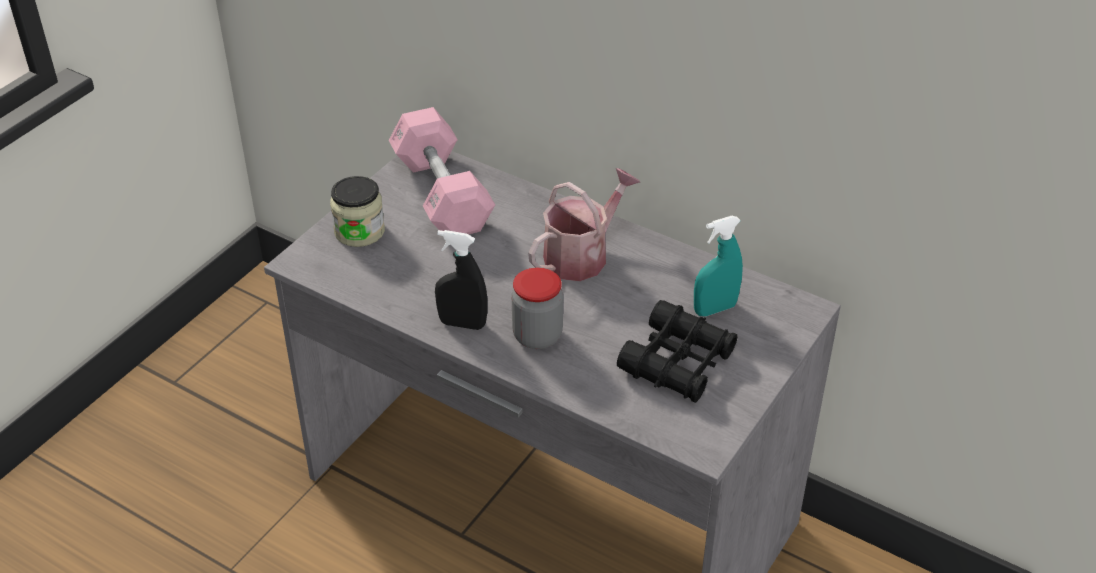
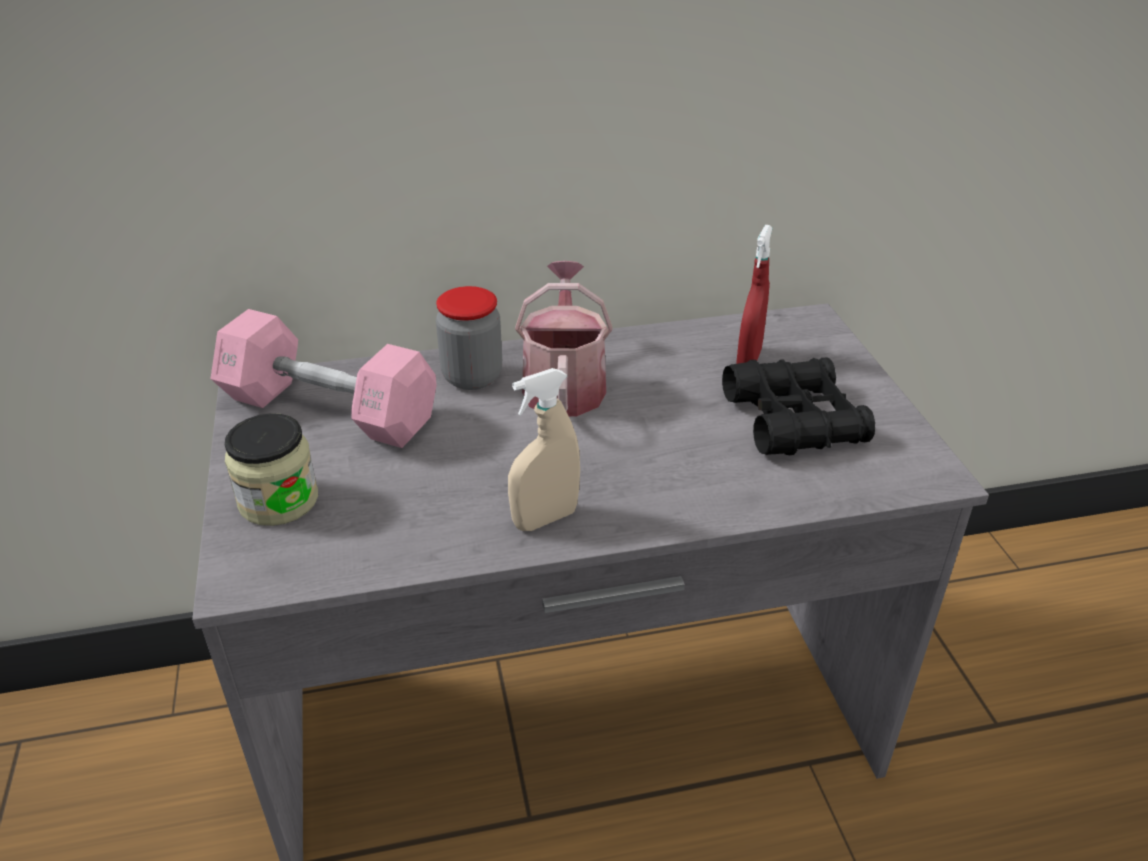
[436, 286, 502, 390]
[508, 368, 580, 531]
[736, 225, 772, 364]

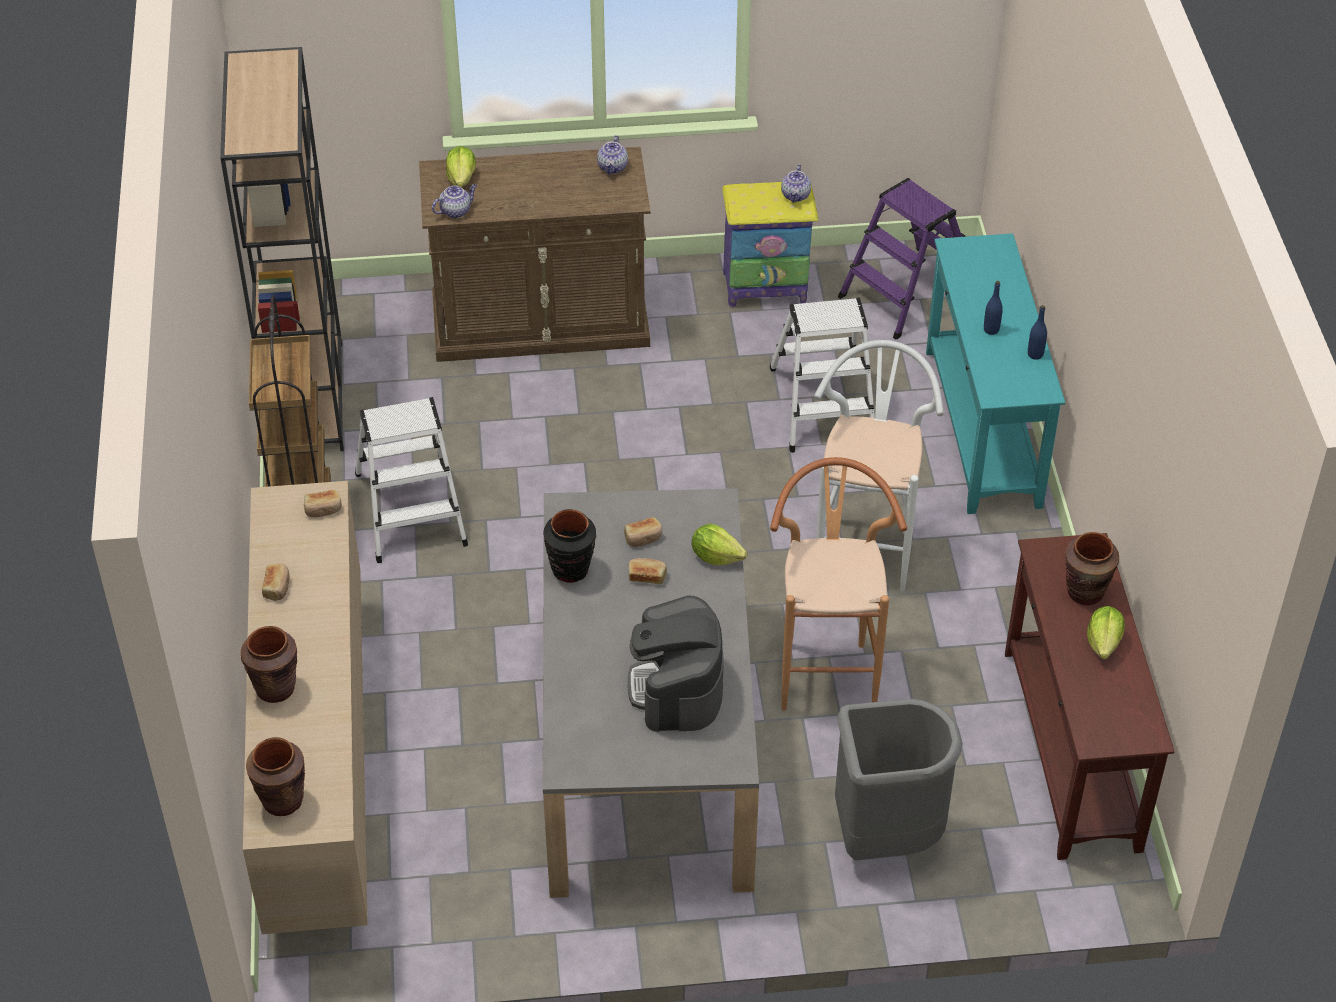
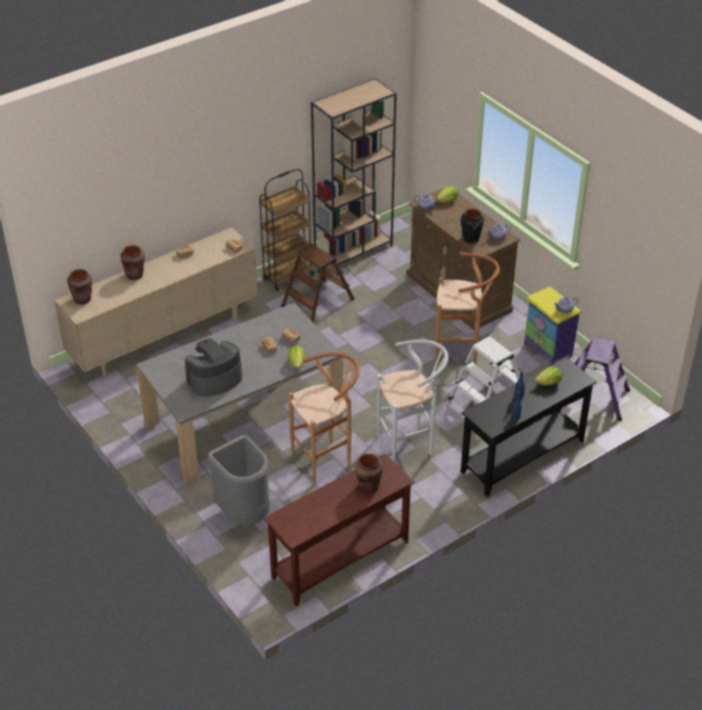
[435, 252, 500, 364]
[461, 209, 484, 243]
[535, 367, 562, 385]
[281, 243, 355, 323]
[461, 358, 597, 497]

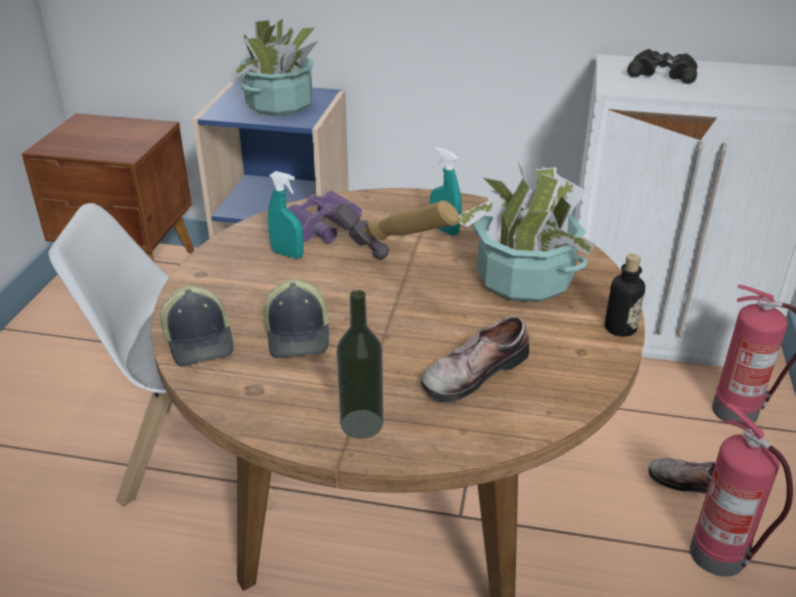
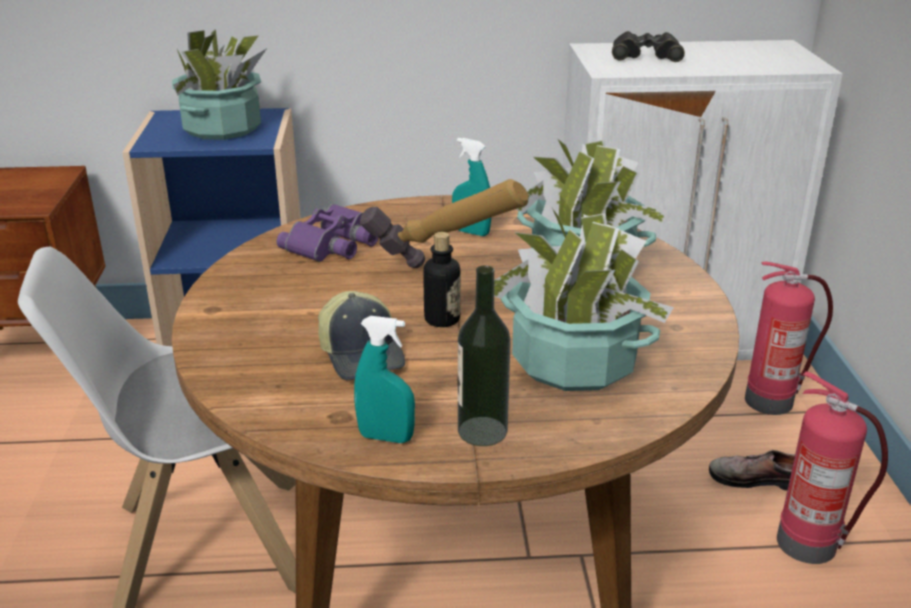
[161, 286, 233, 366] (first image)
[354, 316, 415, 443]
[423, 232, 461, 327]
[494, 208, 674, 391]

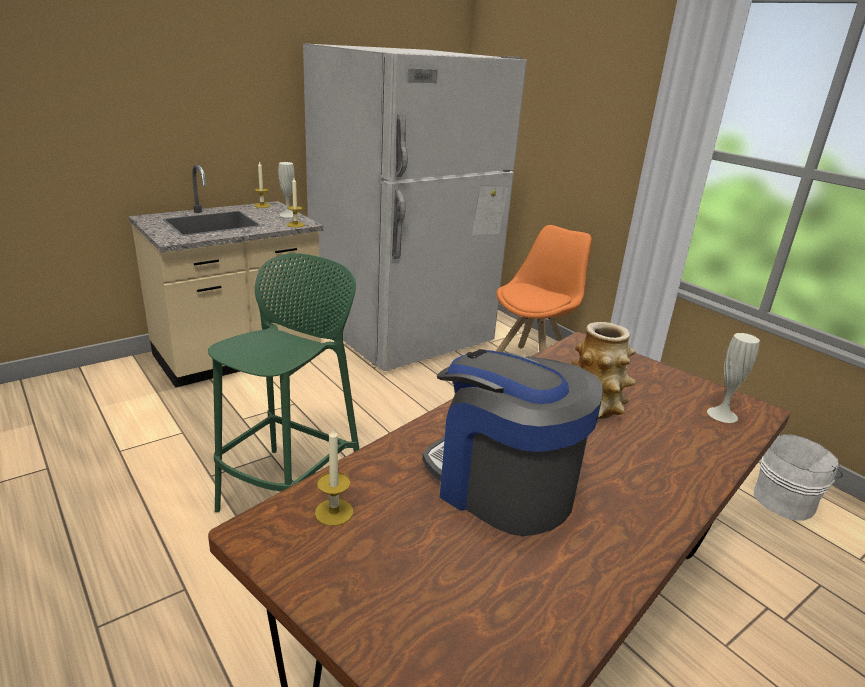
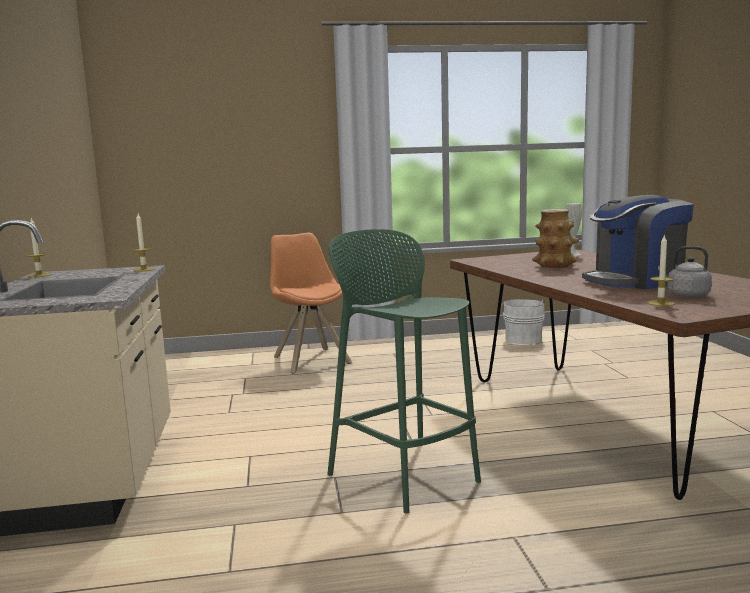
[278, 162, 294, 217] (first image)
[303, 43, 527, 371] (first image)
[658, 246, 712, 297]

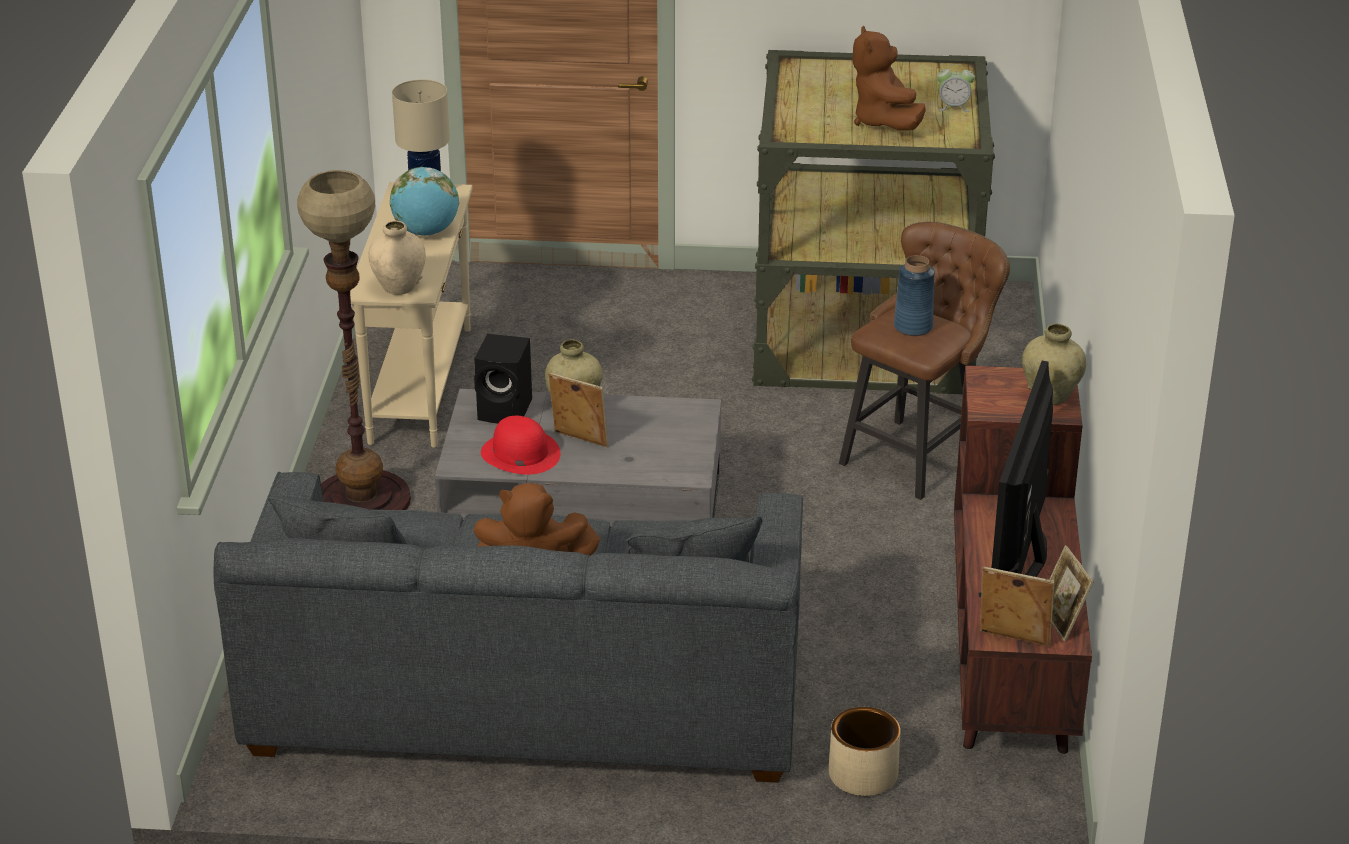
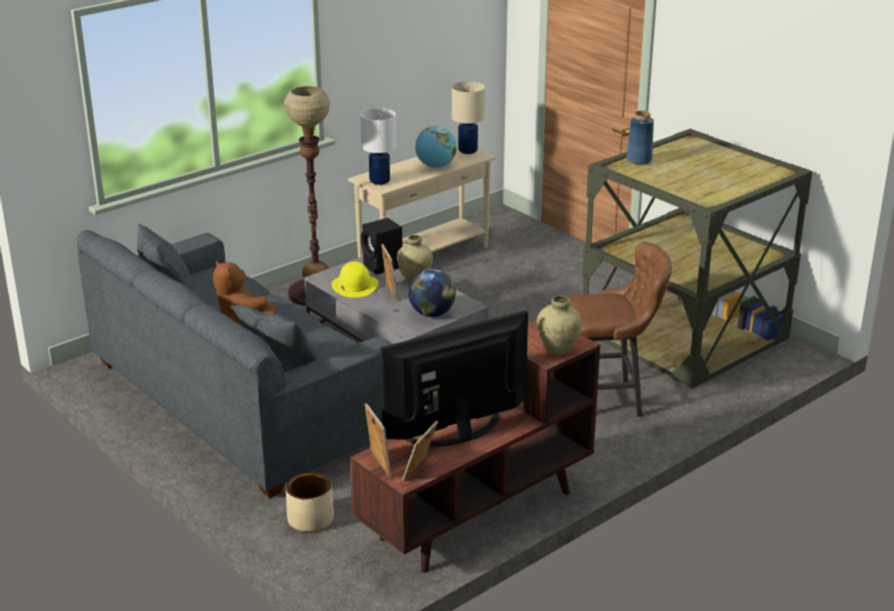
[852, 26, 926, 130] (first image)
[937, 64, 975, 112] (first image)
[408, 269, 456, 317]
[627, 111, 654, 165]
[360, 108, 396, 185]
[331, 261, 378, 298]

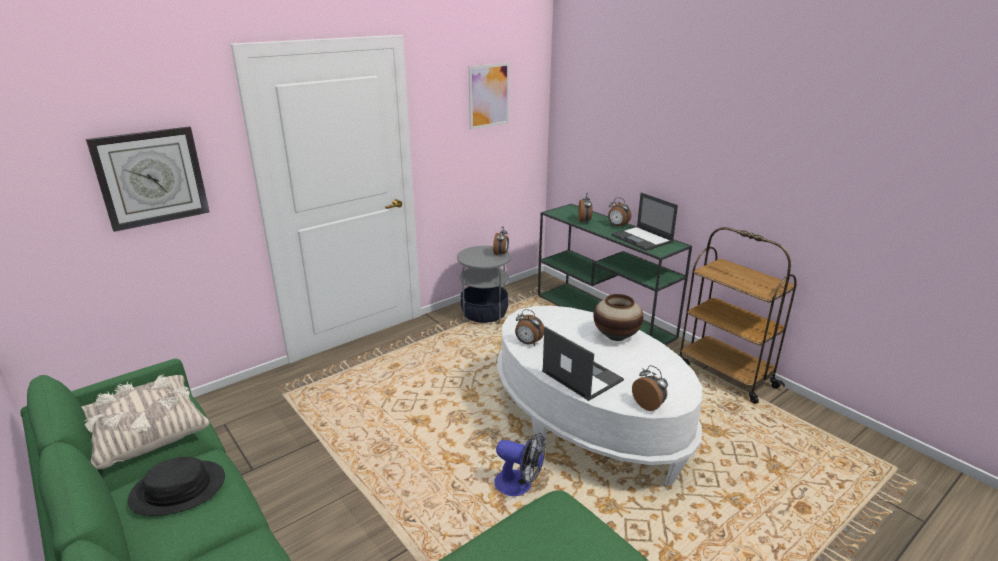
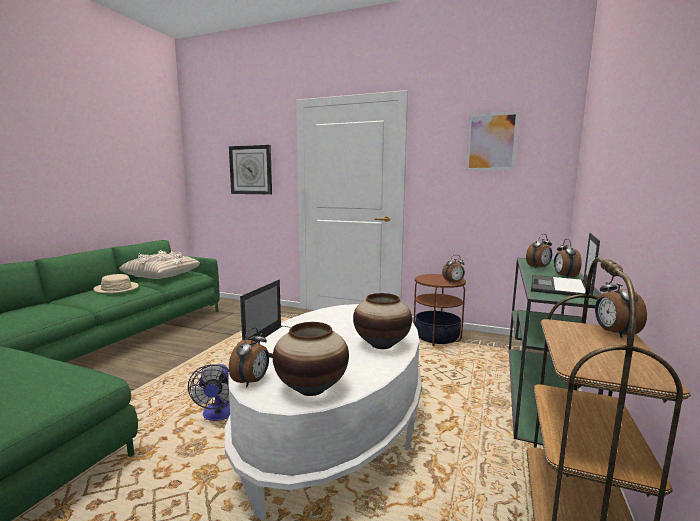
[273, 322, 349, 396]
[595, 276, 647, 338]
[93, 274, 139, 294]
[414, 274, 466, 346]

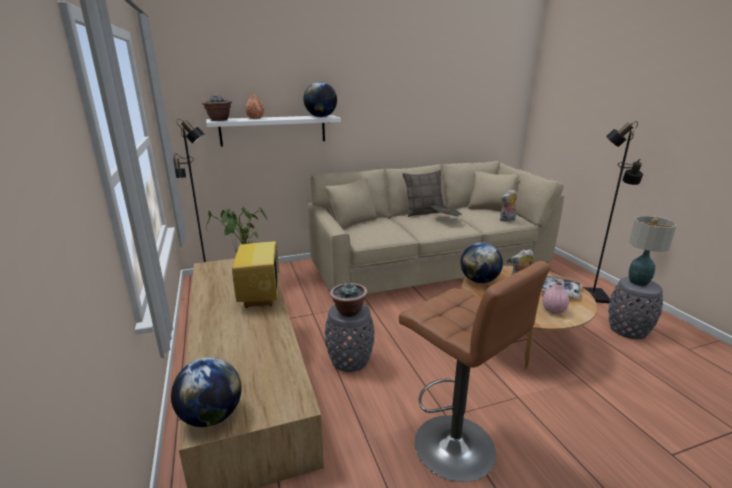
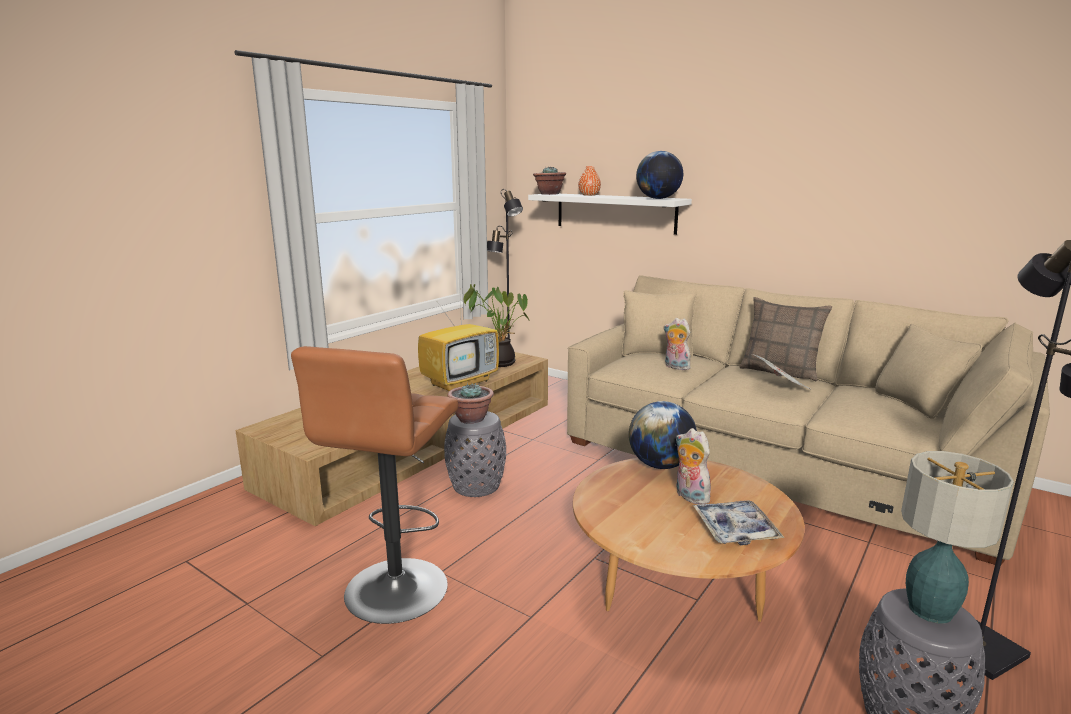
[171, 357, 241, 427] (first image)
[542, 282, 569, 314] (first image)
[664, 318, 691, 370]

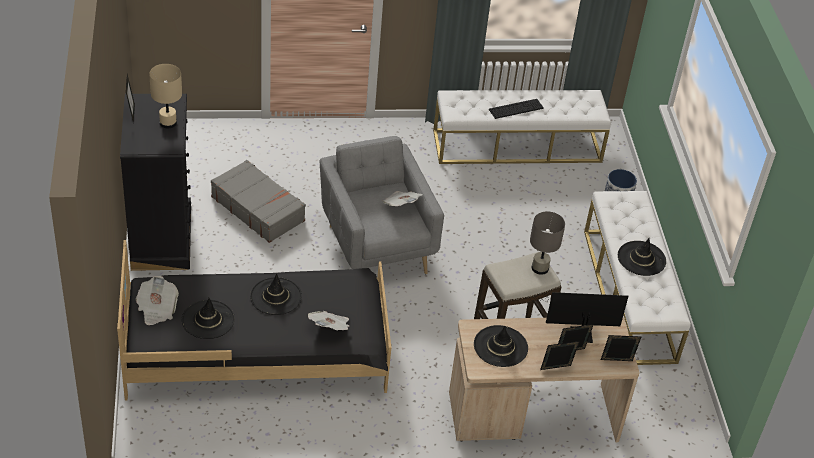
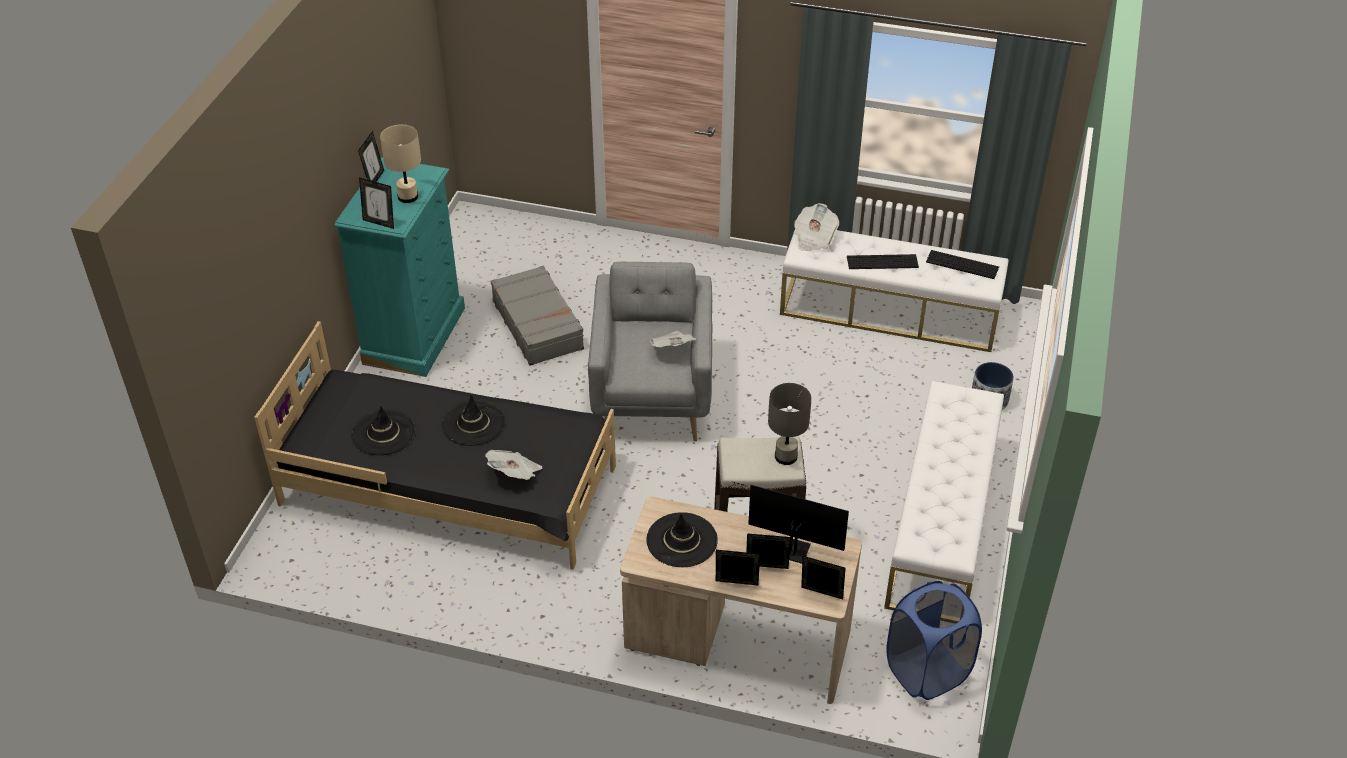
[618, 238, 666, 276] (first image)
[359, 177, 394, 229]
[886, 581, 982, 700]
[926, 250, 999, 279]
[794, 203, 839, 251]
[334, 157, 465, 377]

